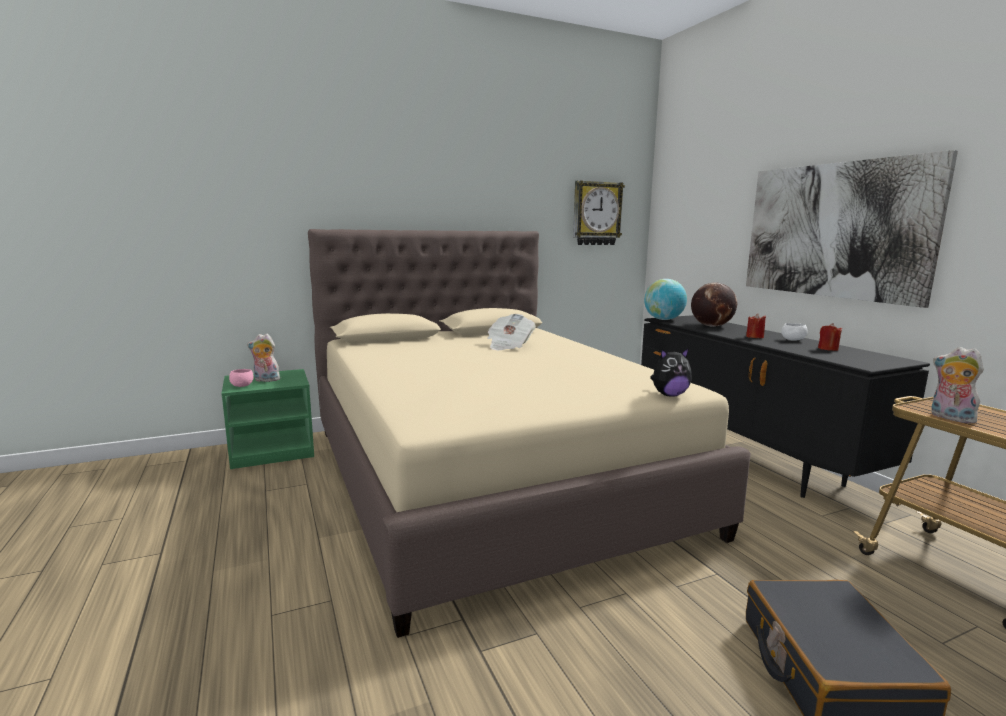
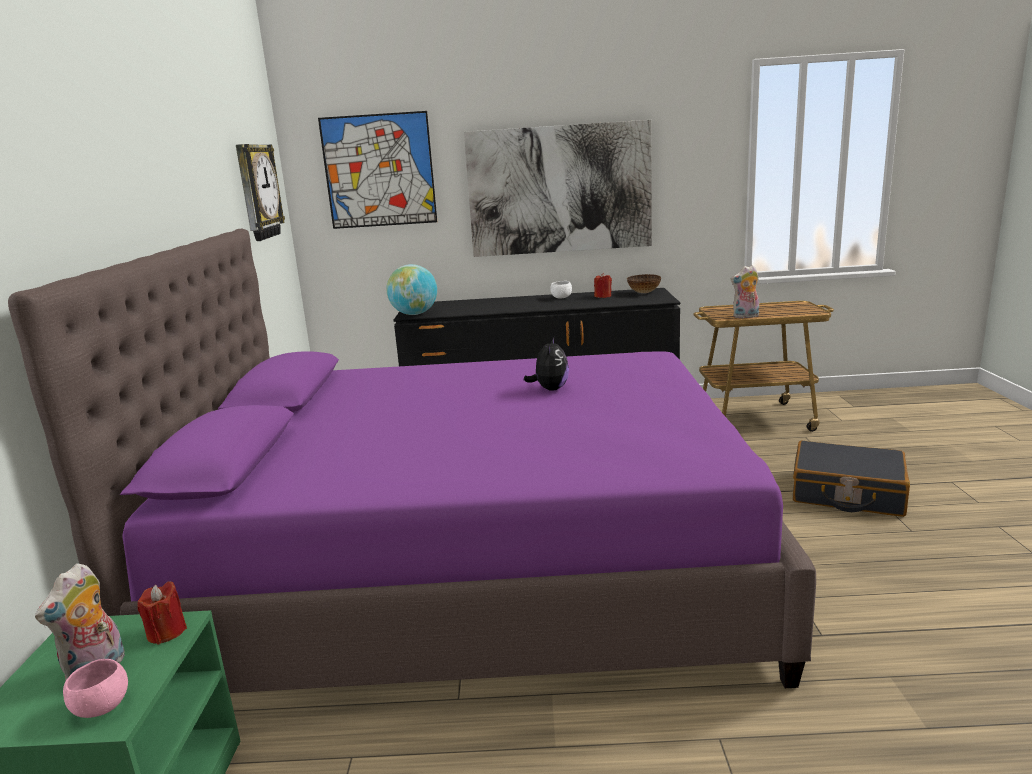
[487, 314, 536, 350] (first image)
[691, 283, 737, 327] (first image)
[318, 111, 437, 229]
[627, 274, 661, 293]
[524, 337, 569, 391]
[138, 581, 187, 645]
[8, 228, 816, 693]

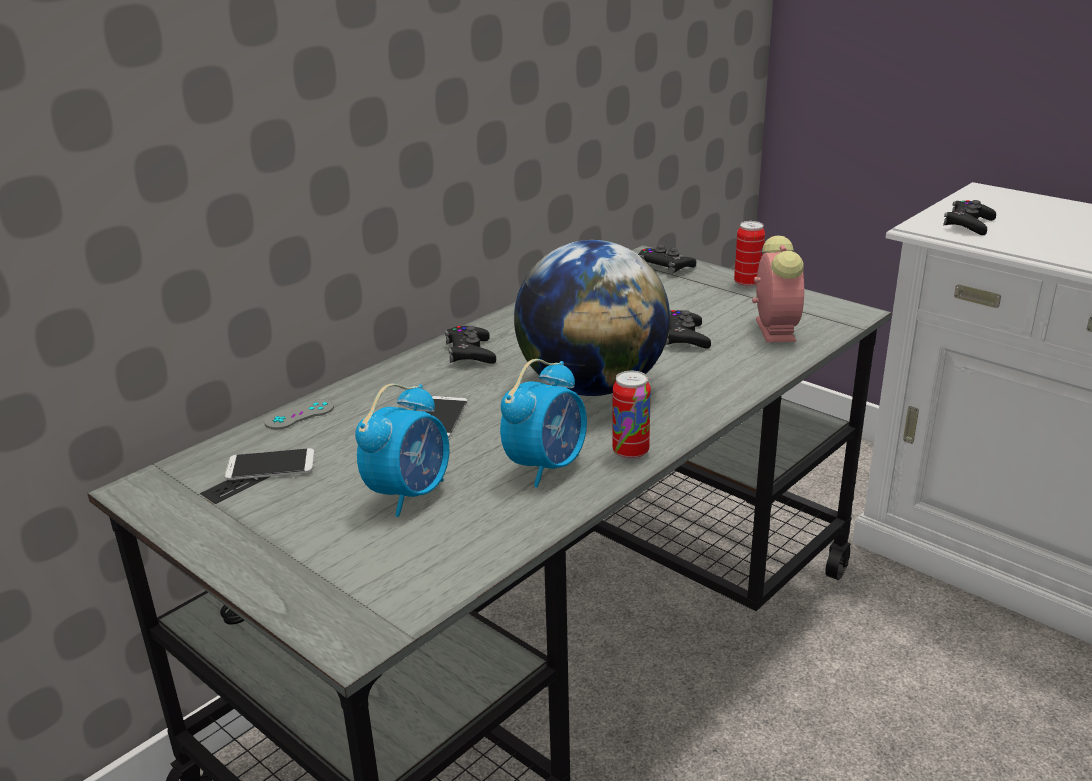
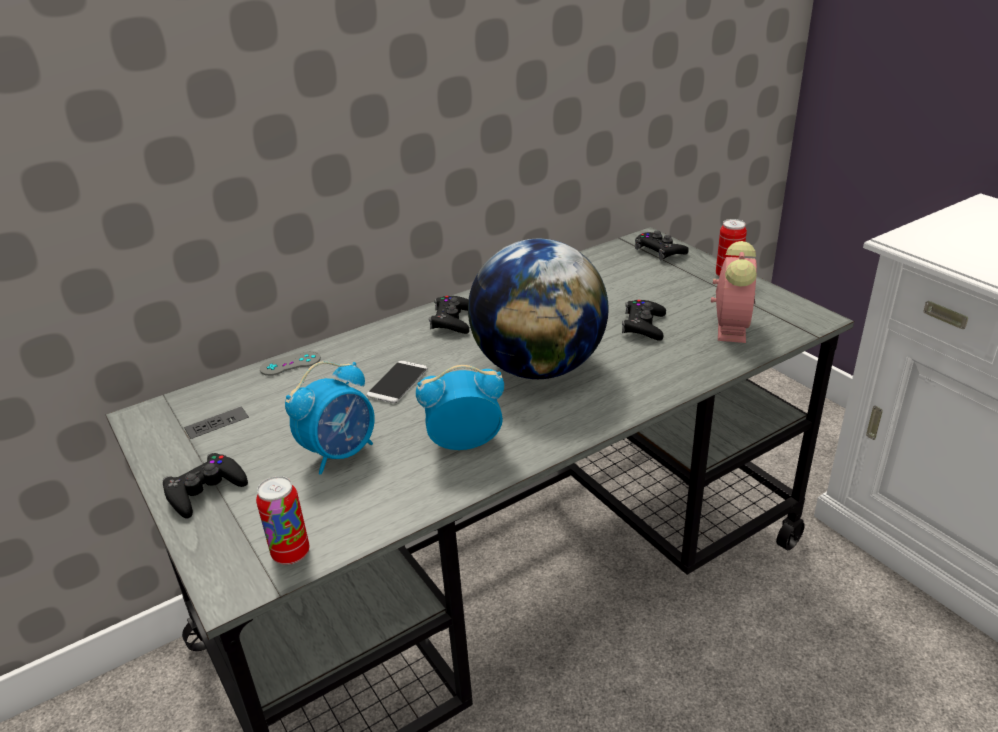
[225, 448, 315, 480] (first image)
[256, 476, 310, 565]
[163, 453, 248, 519]
[416, 365, 504, 450]

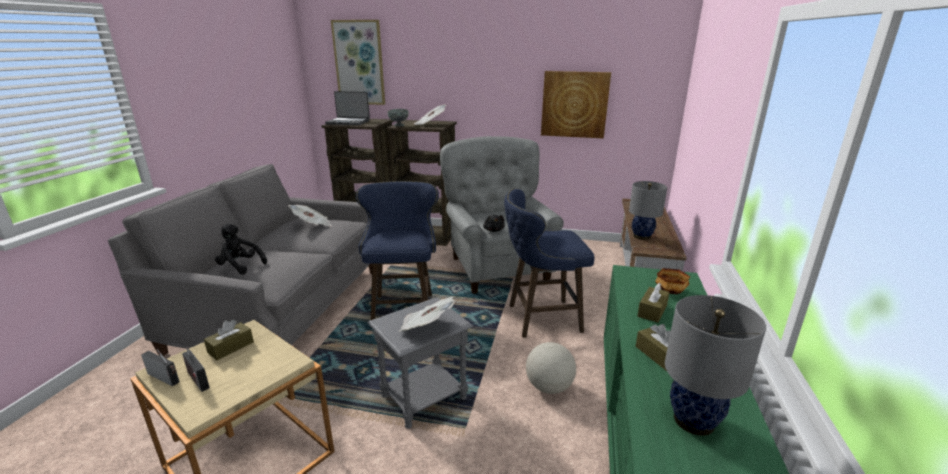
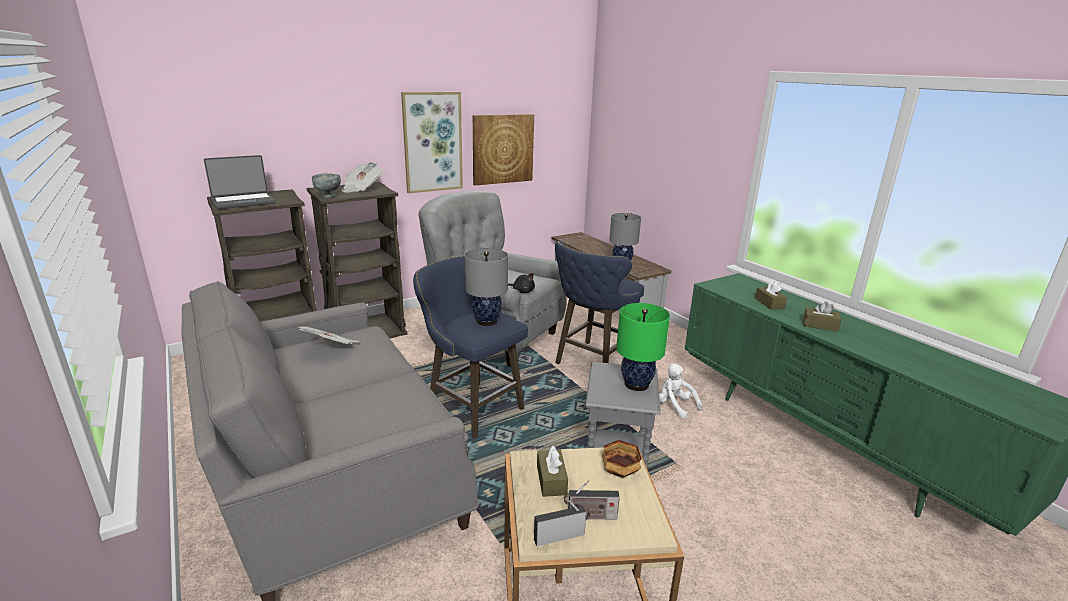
[215, 223, 267, 274] (first image)
[401, 92, 463, 193]
[602, 440, 642, 478]
[465, 248, 508, 326]
[616, 303, 670, 391]
[659, 364, 702, 419]

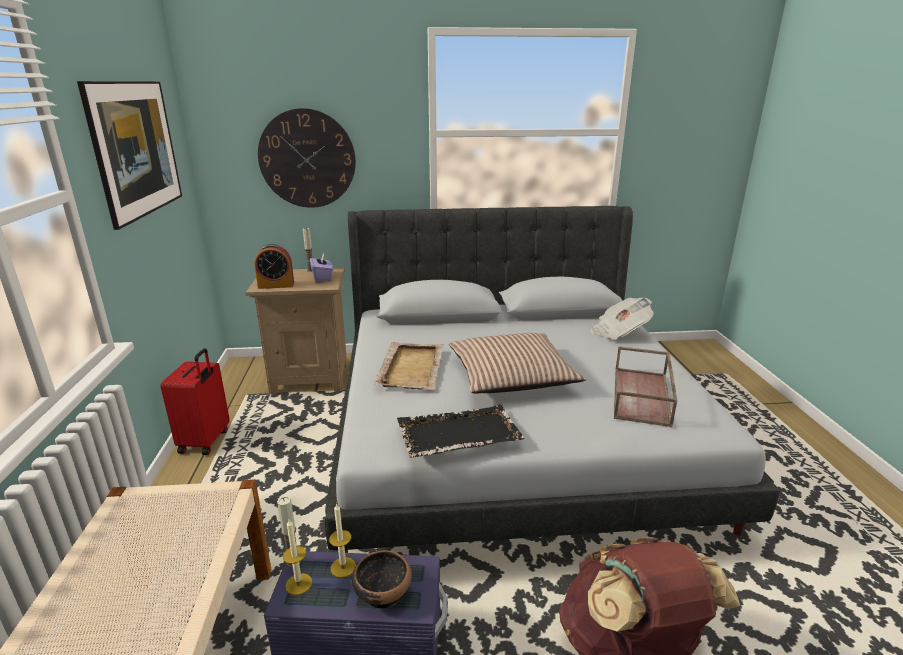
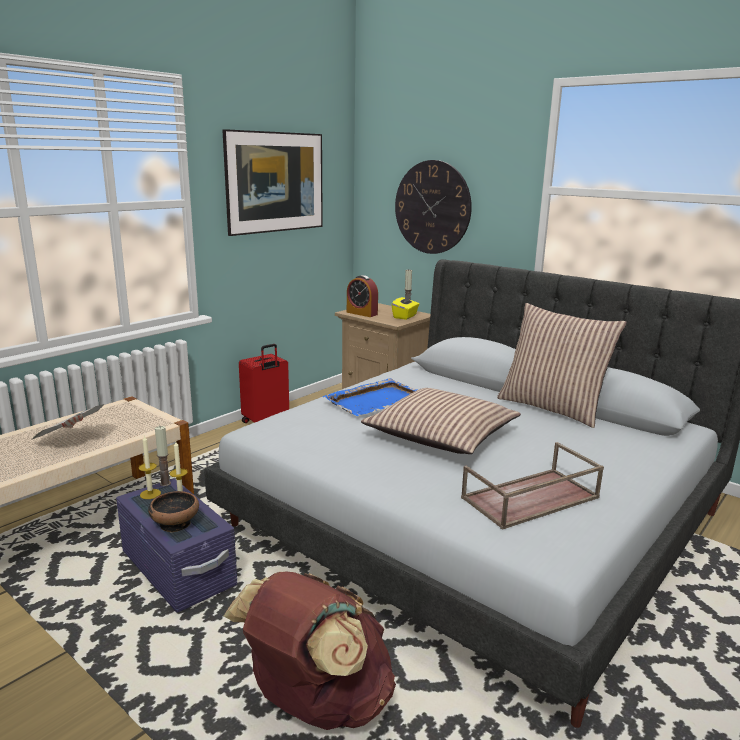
[397, 404, 525, 458] (first image)
[497, 303, 627, 428]
[31, 404, 105, 440]
[391, 294, 419, 320]
[323, 378, 417, 416]

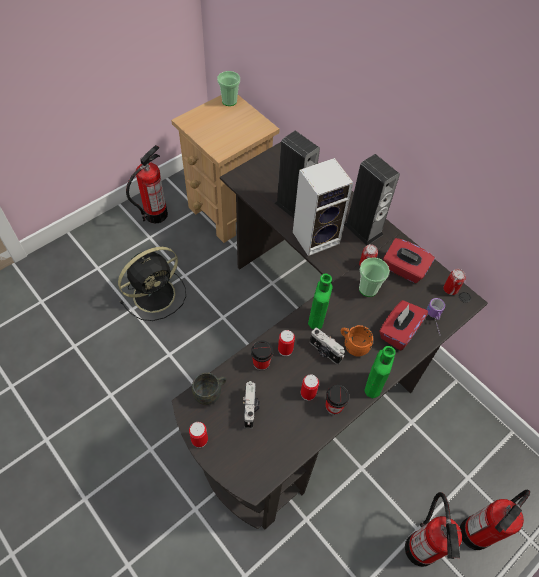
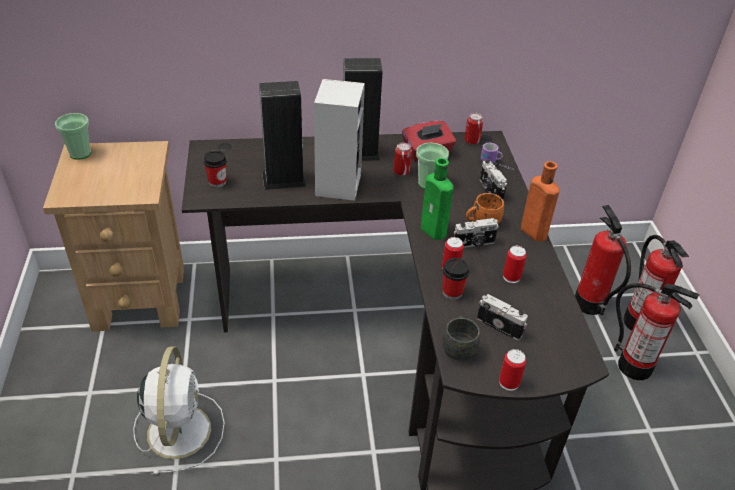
[575, 205, 631, 315]
[203, 150, 227, 188]
[480, 160, 507, 200]
[133, 347, 225, 475]
[521, 161, 559, 242]

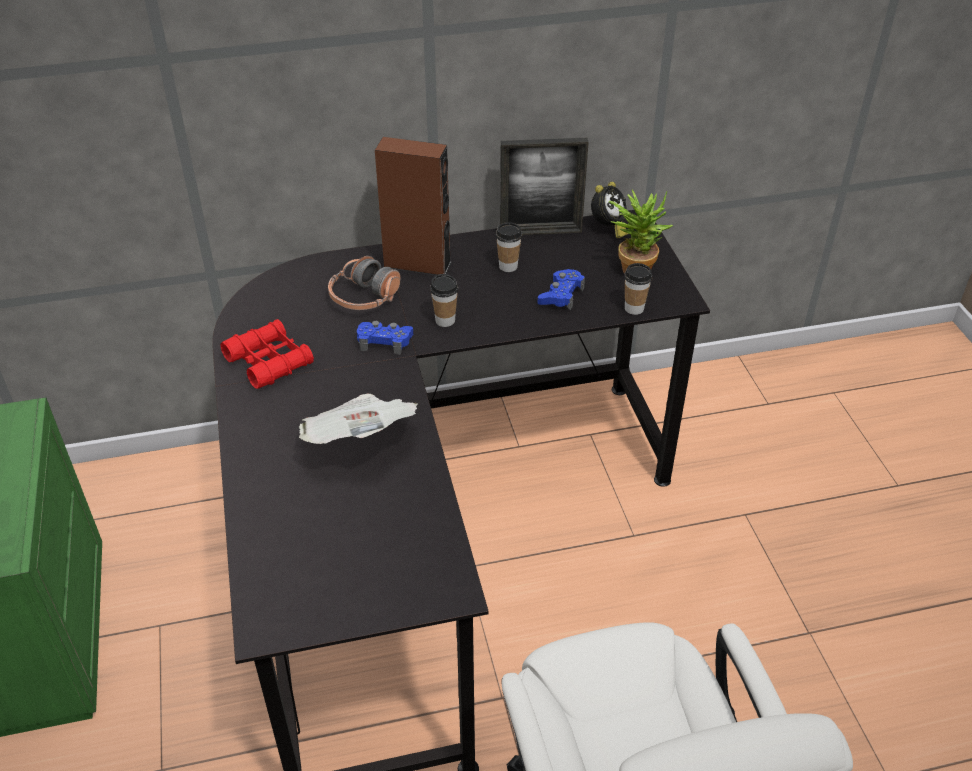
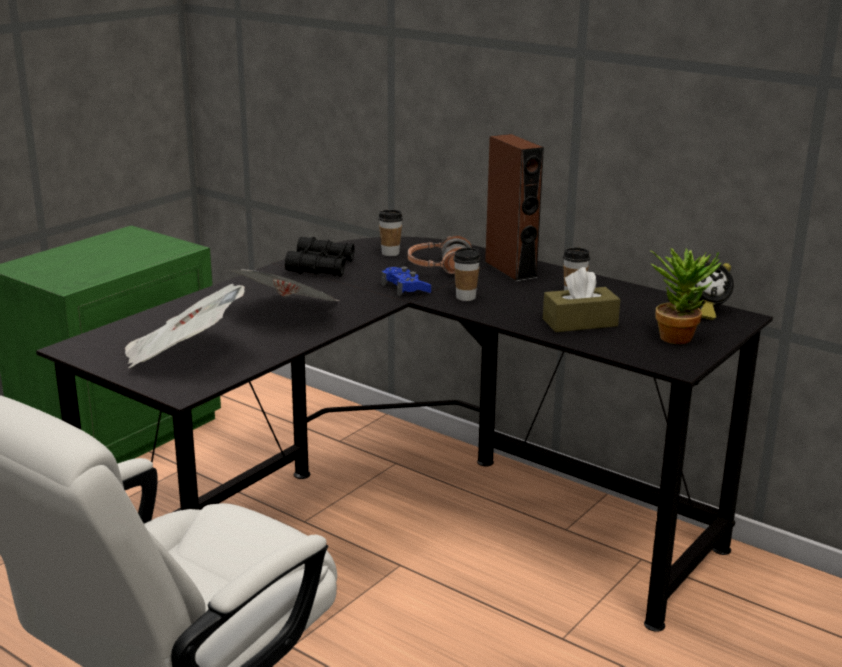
[500, 138, 589, 235] (first image)
[125, 284, 245, 368]
[378, 210, 403, 256]
[543, 267, 620, 332]
[285, 237, 355, 277]

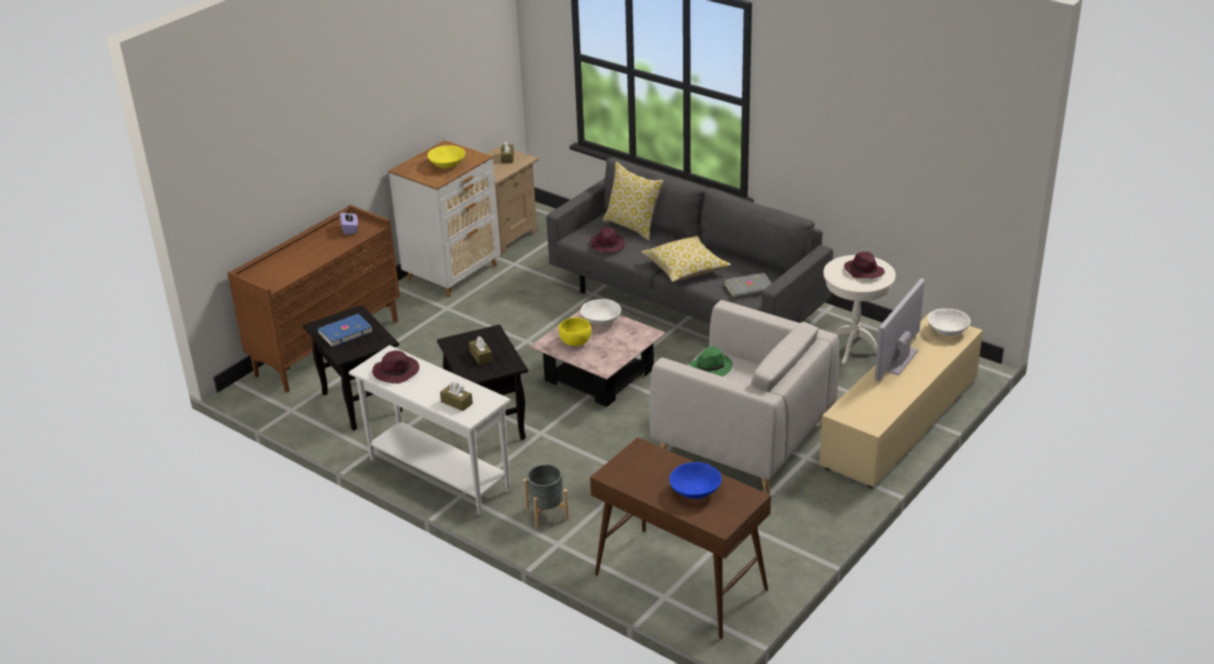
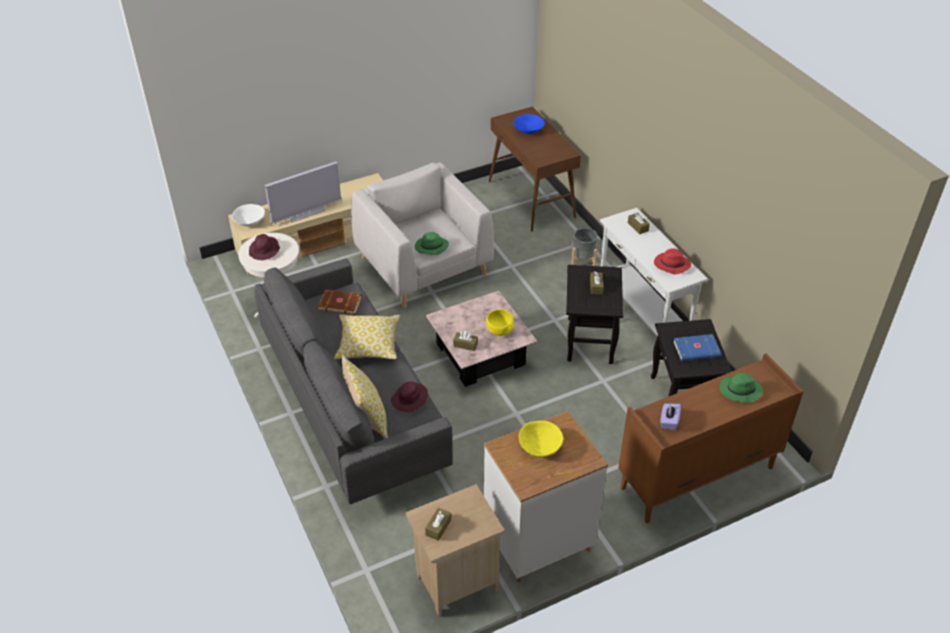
[720, 373, 763, 403]
[453, 331, 478, 351]
[654, 248, 691, 275]
[318, 289, 362, 315]

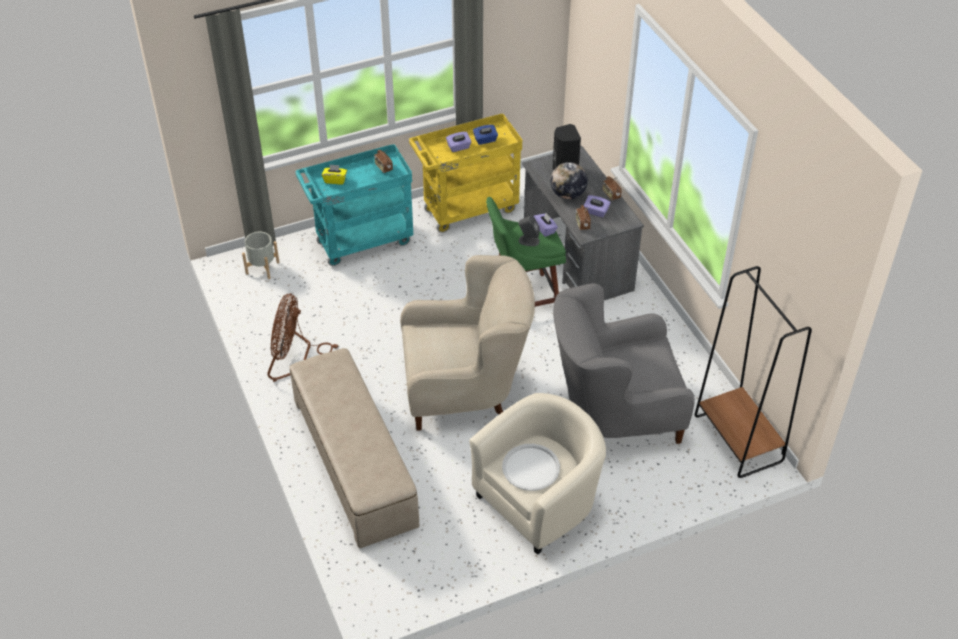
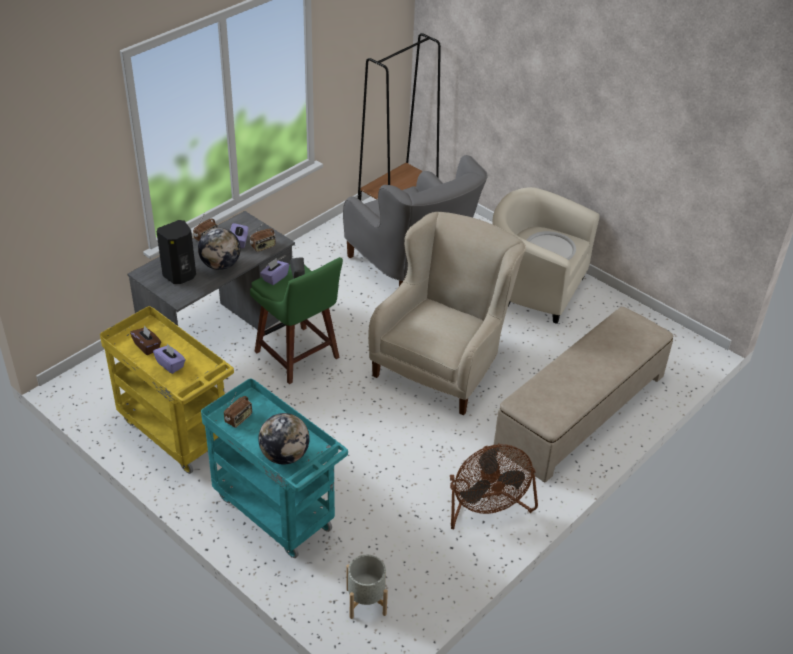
[258, 413, 310, 464]
[130, 325, 161, 355]
[368, 212, 526, 415]

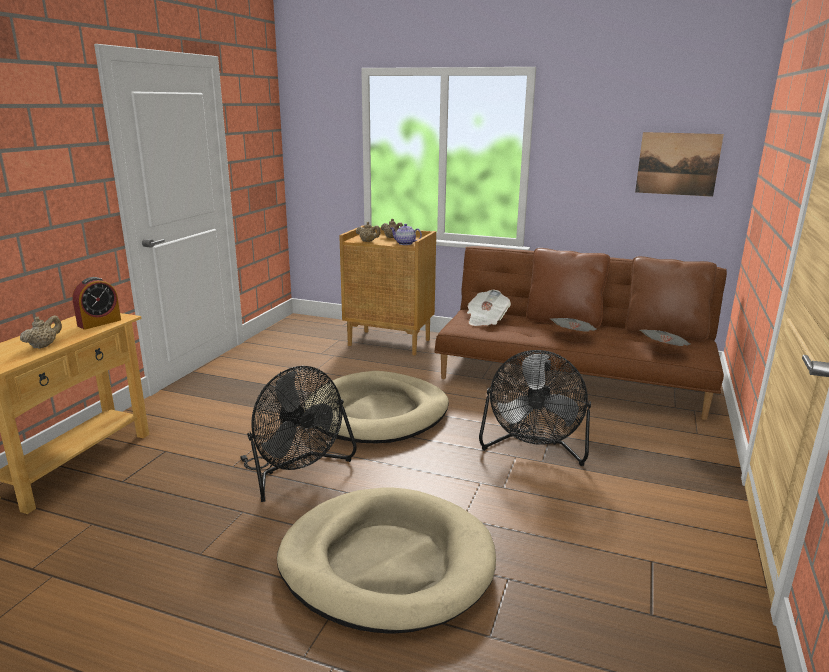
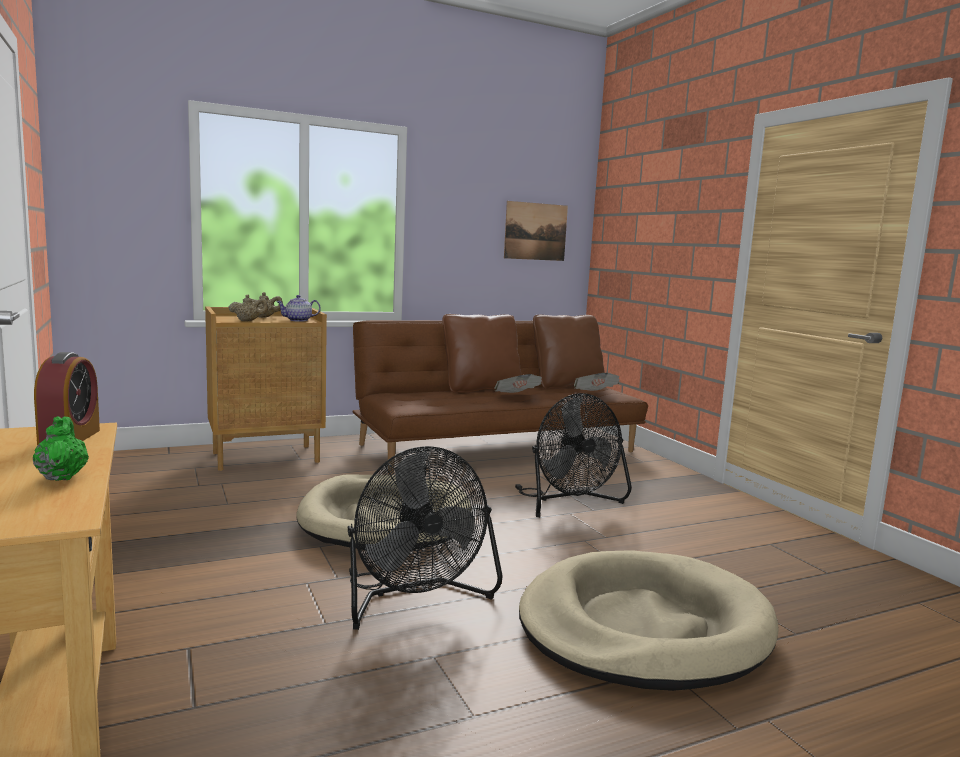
[467, 290, 511, 326] (first image)
[33, 416, 89, 481]
[348, 446, 502, 630]

